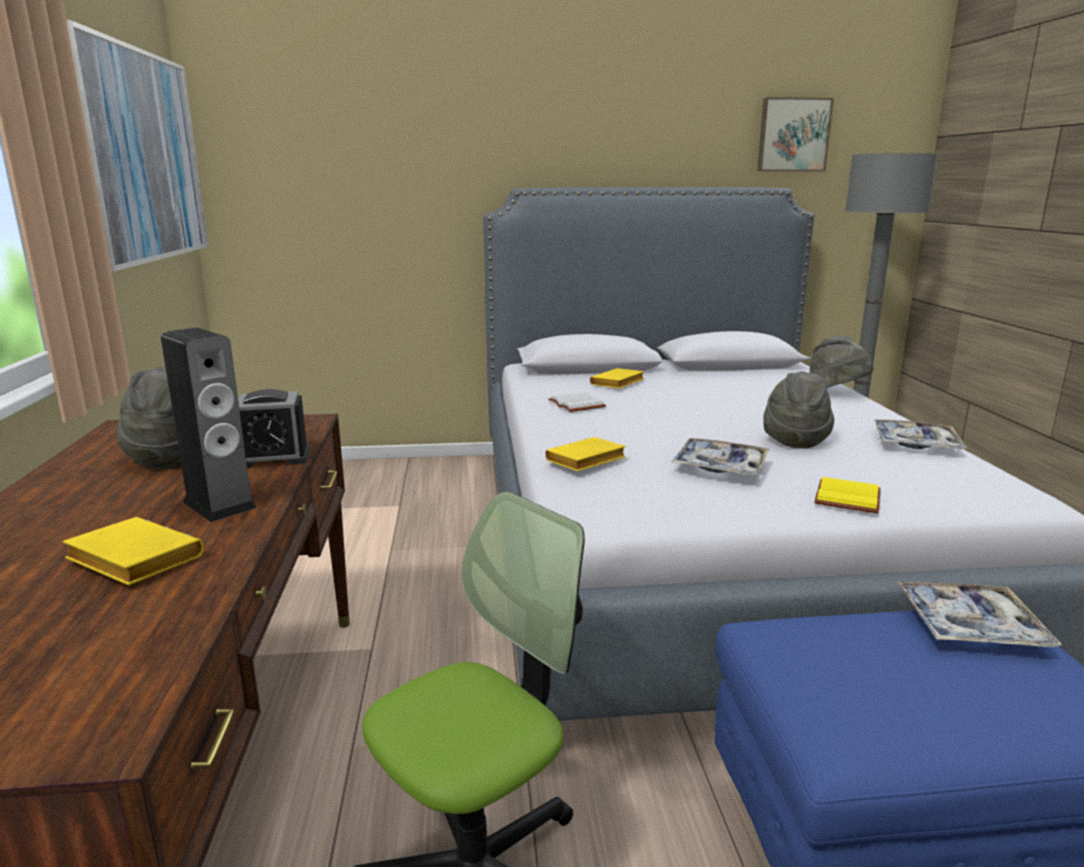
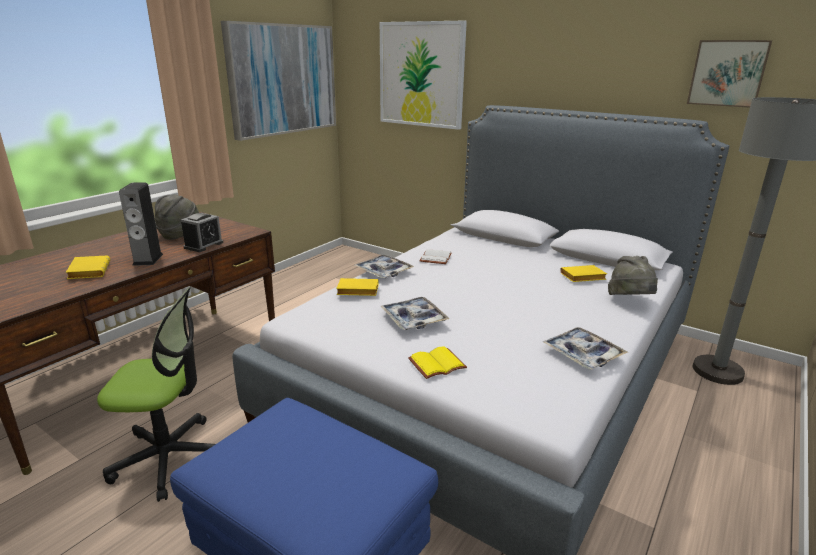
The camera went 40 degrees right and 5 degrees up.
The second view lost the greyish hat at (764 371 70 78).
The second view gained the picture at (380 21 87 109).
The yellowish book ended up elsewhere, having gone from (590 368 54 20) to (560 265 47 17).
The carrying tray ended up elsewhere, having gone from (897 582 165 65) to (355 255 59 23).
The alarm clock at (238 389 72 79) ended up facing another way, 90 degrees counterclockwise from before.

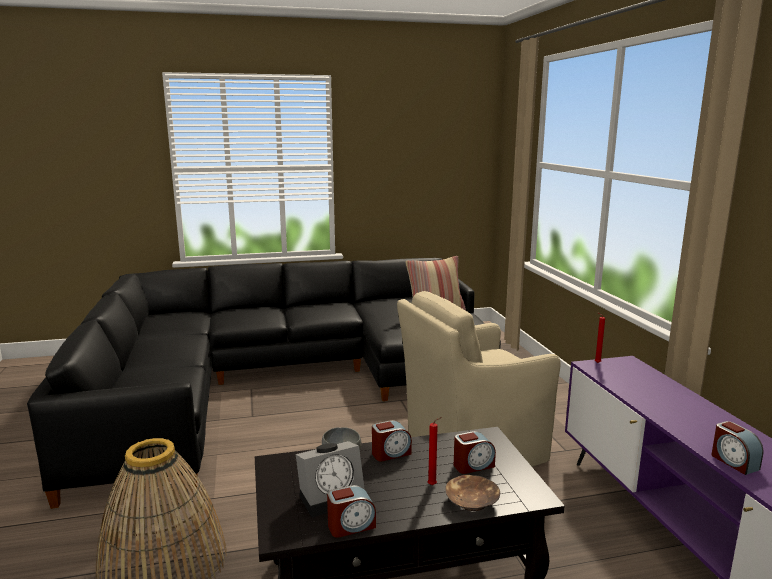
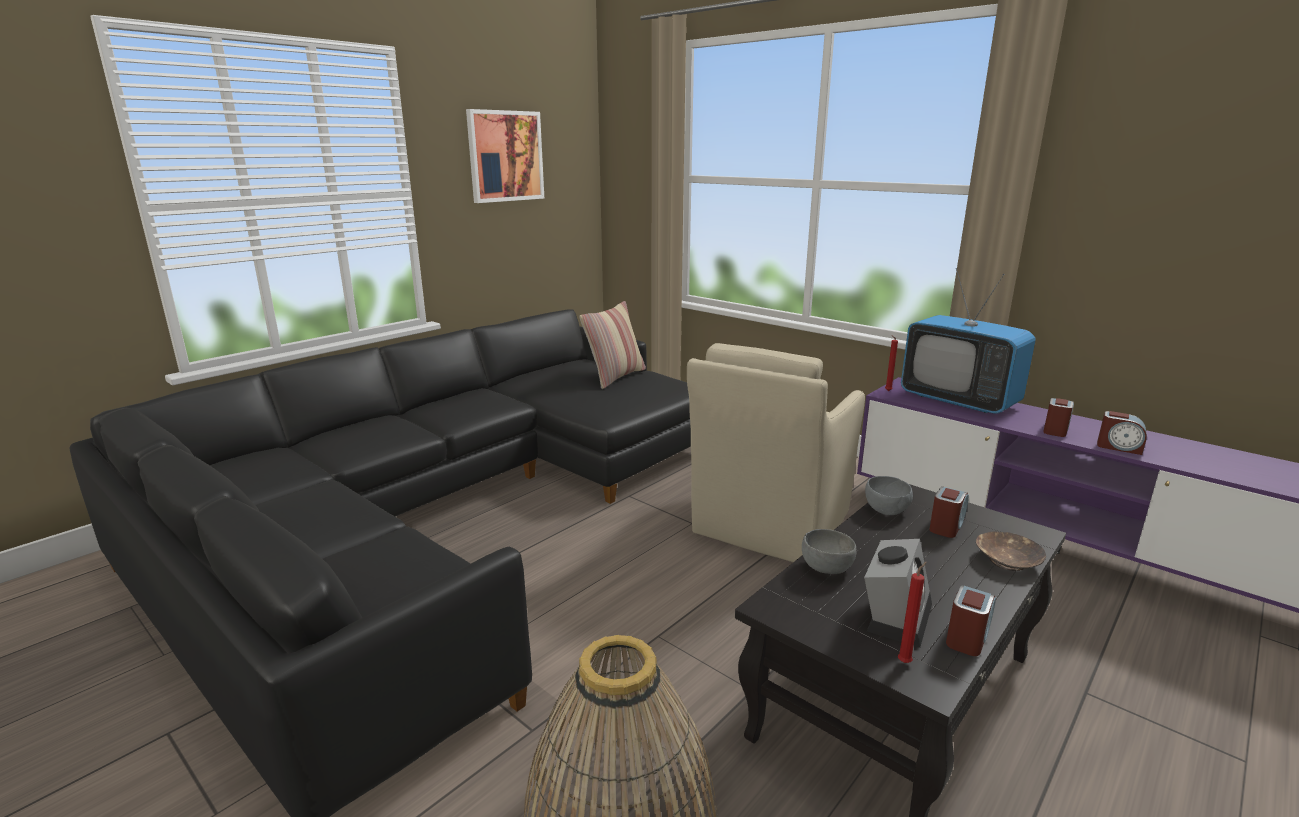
The camera went 35 degrees left and 5 degrees up.
The second view gained the picture at (466 109 78 94).
The second view gained the greyish serving bowl at (865 476 48 39).
The second view gained the TV at (901 268 135 146).
The alarm clock ended up elsewhere, having gone from (372 420 40 41) to (1043 398 31 39).
The reddish wax candle ended up elsewhere, having gone from (428 417 14 68) to (898 562 29 101).

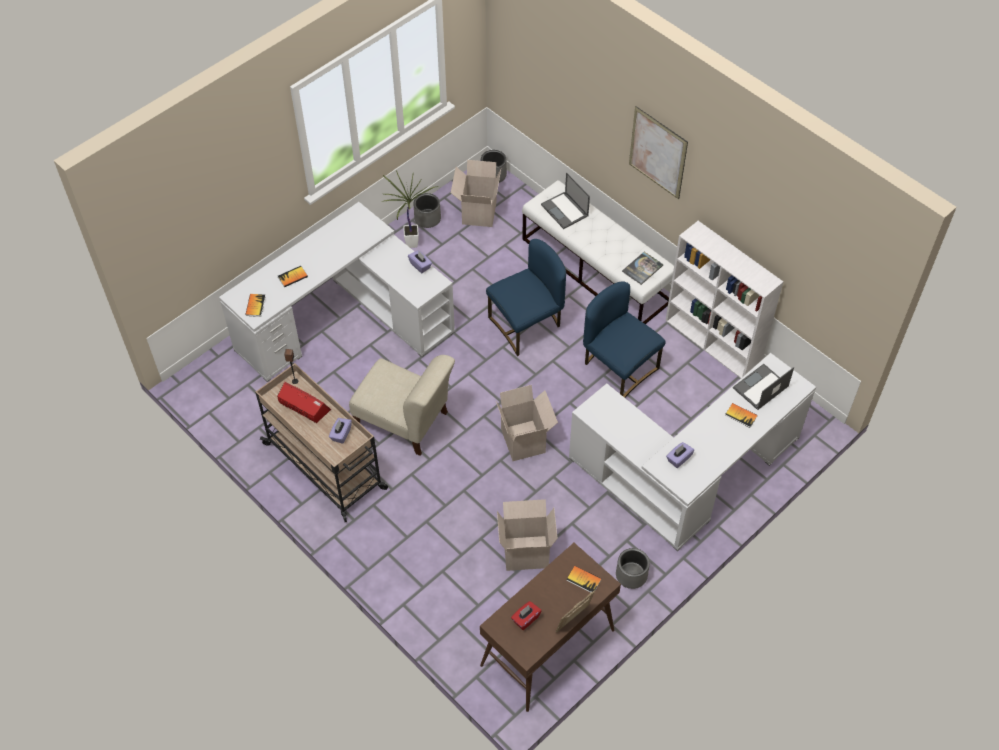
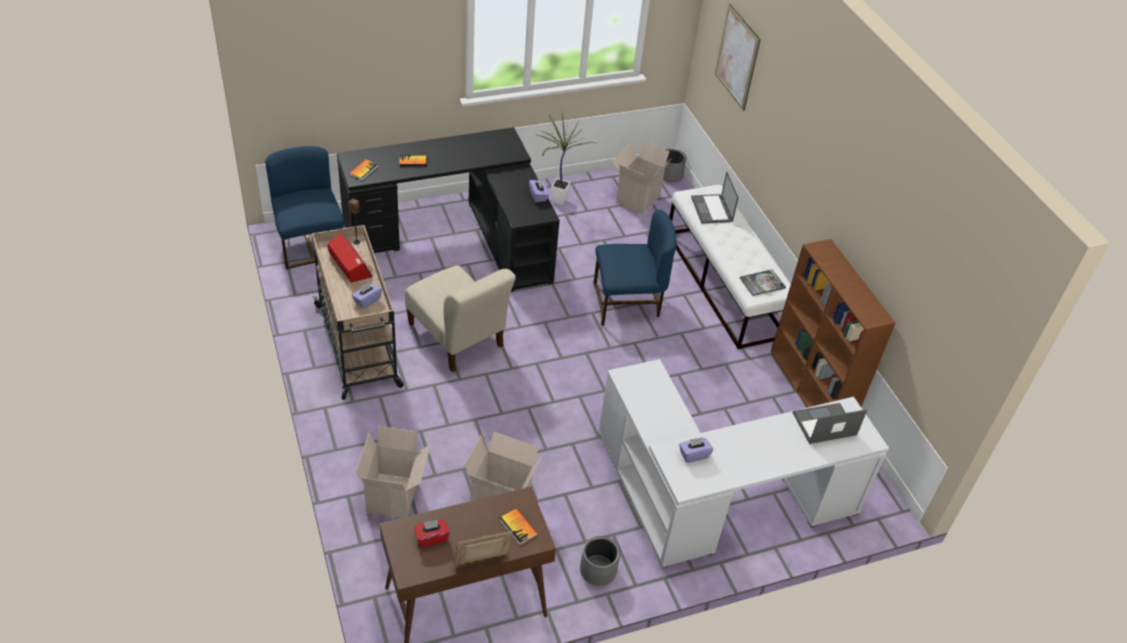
The camera went 20 degrees right and 10 degrees down.
The second view lost the greyish planter at (413 193 28 35).
The second view lost the book at (725 403 33 25).
The packing box ended up elsewhere, having gone from (496 385 62 76) to (356 426 75 92).
The blue-coloured chair ended up elsewhere, having gone from (583 282 82 116) to (265 146 79 123).
The picture ended up elsewhere, having gone from (629 106 59 93) to (715 4 45 107).
What was the whitish desk at (219 202 236 180) turned into the black desk at (337 127 223 165).
What was the whitish bookshelf at (665 221 118 157) turned into the brown bookshelf at (771 239 124 169).

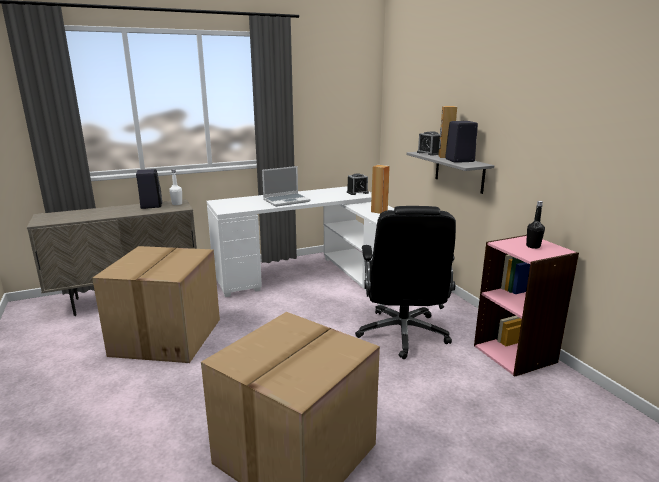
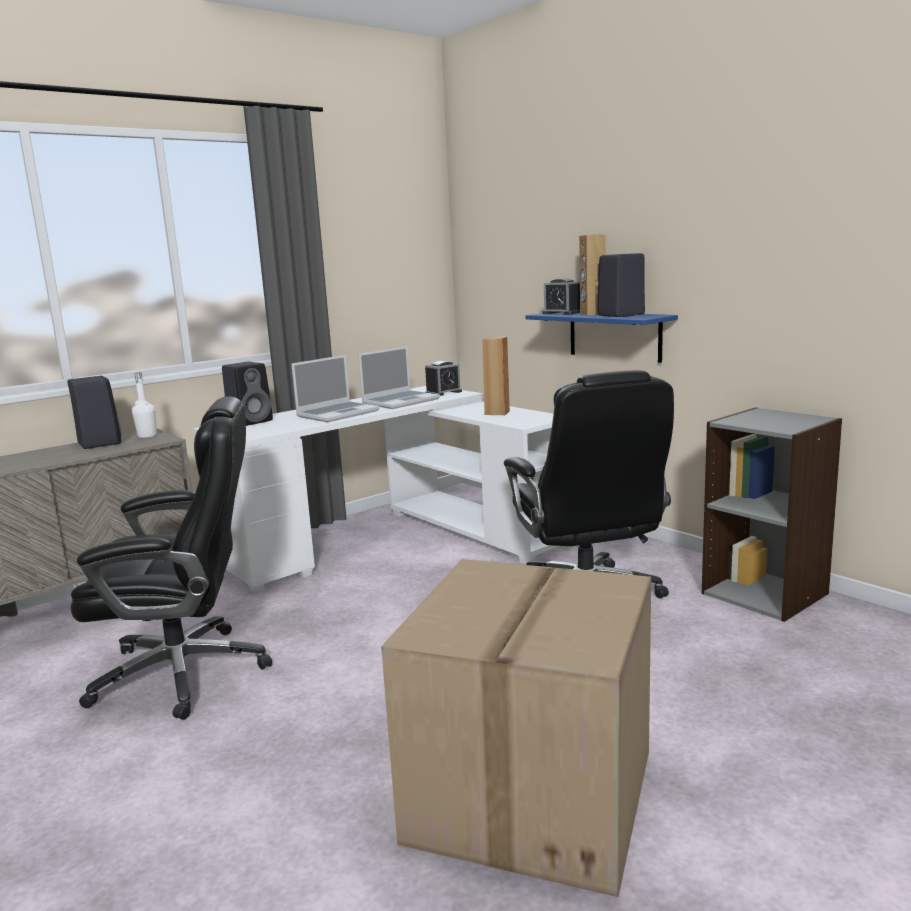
The camera went 15 degrees left and 5 degrees down.
The second view lost the black bottle at (526 201 19 48).
The second view gained the black speaker at (222 362 51 64).
The second view gained the portable computer at (358 346 82 63).
Where the packing box stood at (92 246 128 117), the black desk chair came to stand at (71 396 201 324).
What was the greyish shelf at (406 152 88 42) turned into the blue-coloured shelf at (526 311 152 52).
What was the pink-coloured bookshelf at (474 235 105 142) turned into the greyish bookshelf at (702 407 140 215).

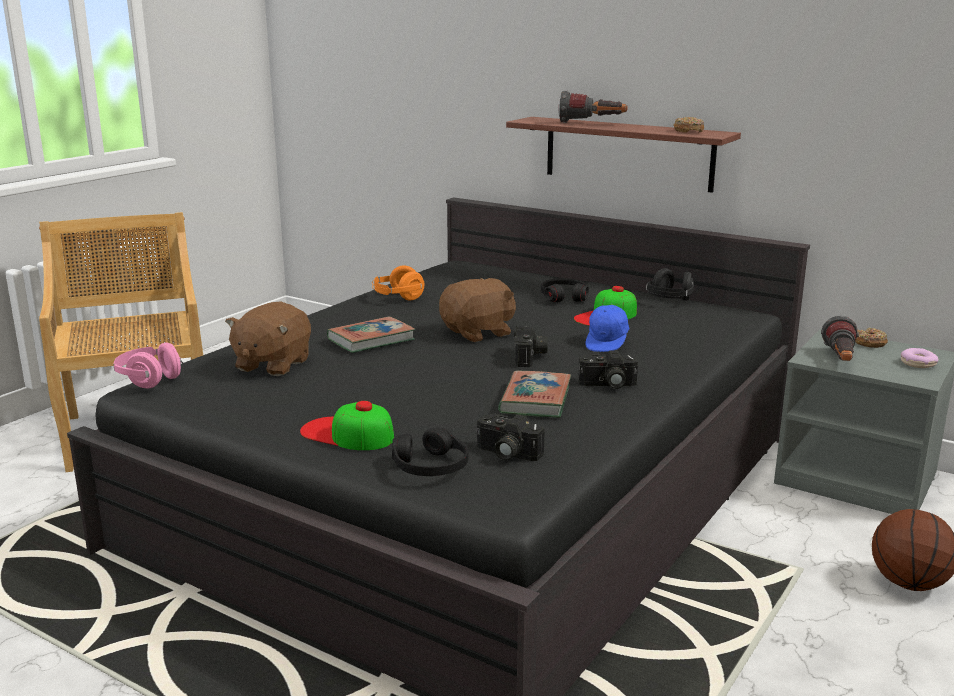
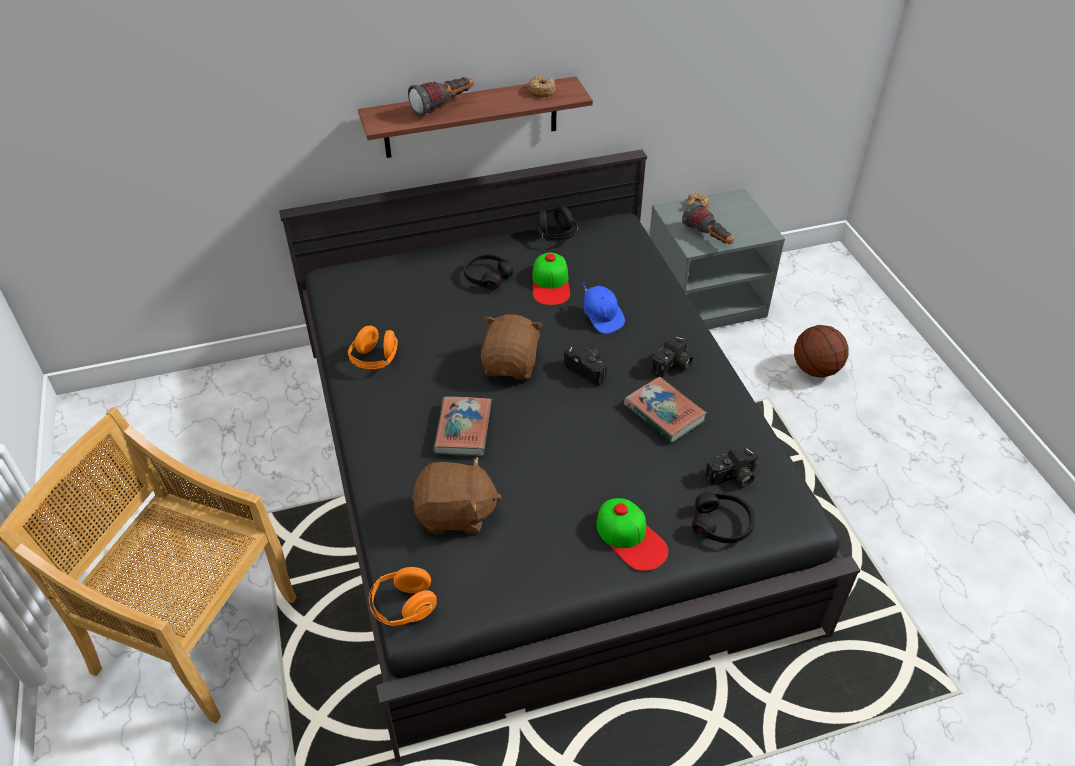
The camera went 50 degrees left and 25 degrees up.
The second view lost the ring doughnut at (901 348 38 20).
What was the pink-coloured pair of headphones at (114 342 69 46) turned into the orangey pair of headphones at (369 567 68 59).
The brown plush toy at (225 301 86 75) ended up facing another way, 60 degrees counterclockwise from before.
The cap at (300 401 94 49) ended up facing another way, 105 degrees counterclockwise from before.

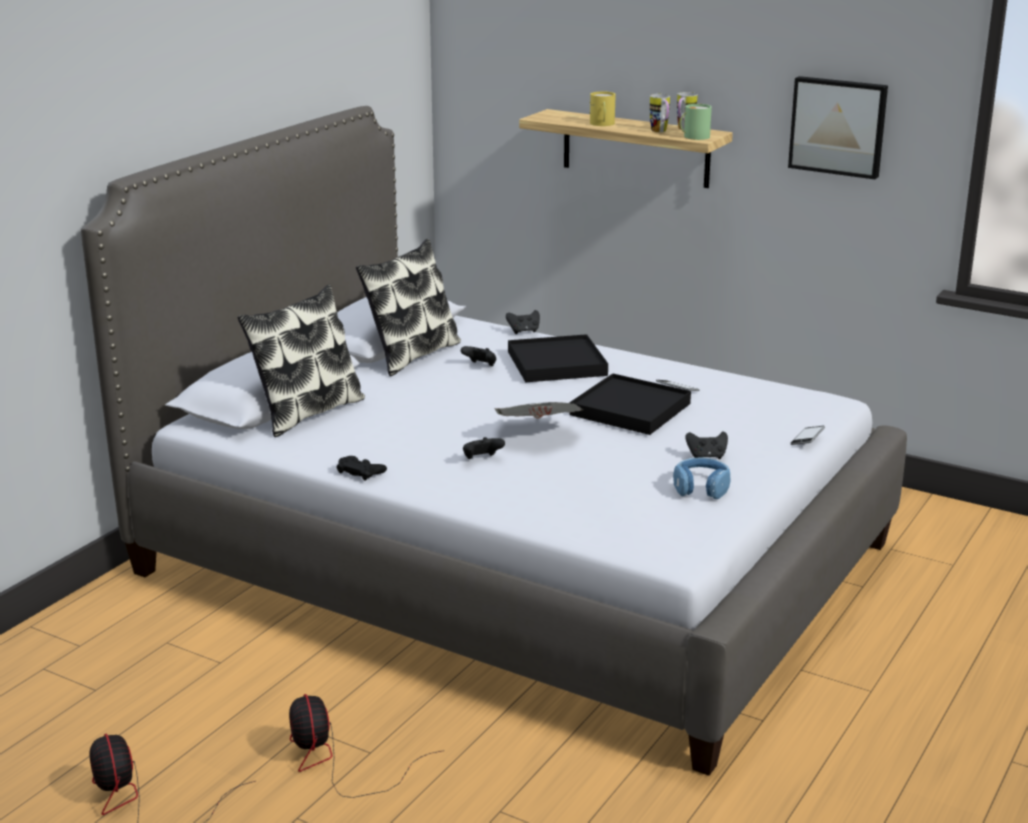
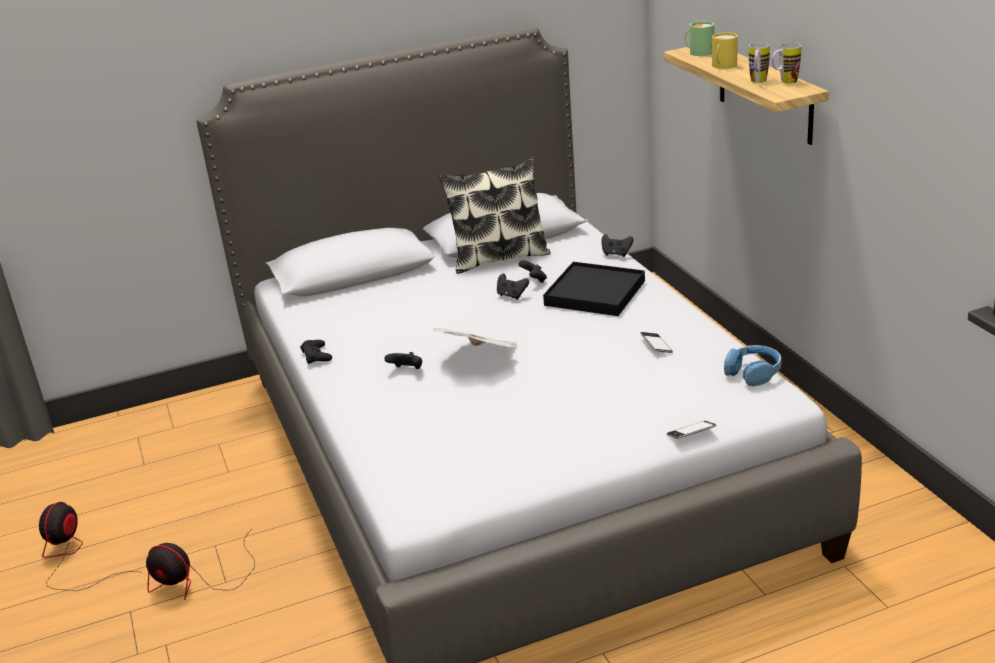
The camera went 40 degrees right and 5 degrees up.
The second view lost the cushion at (237 285 128 152).
The second view lost the black carrying tray at (569 374 122 61).
The second view lost the picture at (788 76 100 103).
The blue-coloured pair of headphones ended up elsewhere, having gone from (673 458 57 41) to (724 345 58 41).
The greenish coffee mug ended up elsewhere, having gone from (680 104 32 36) to (684 21 30 35).
The black gamepad ended up elsewhere, having gone from (685 431 43 28) to (497 274 32 26).
The cooling fan at (289 694 155 104) ended up facing another way, 90 degrees counterclockwise from before.

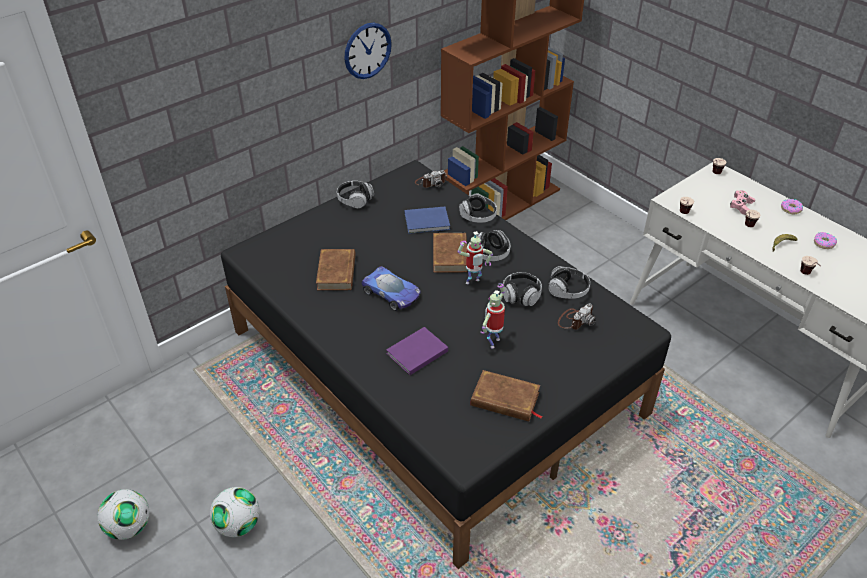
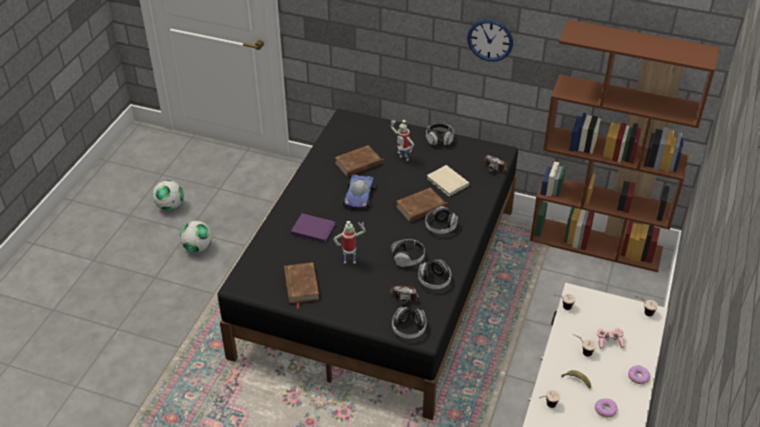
The camera went 60 degrees right and 0 degrees up.
The model robot ended up elsewhere, having gone from (457 231 36 53) to (390 120 24 41).
The pair of headphones ended up elsewhere, having gone from (459 194 38 29) to (392 307 35 32).
What was the blue-coloured book at (404 207 46 27) turned into the beige-coloured book at (427 165 42 32).

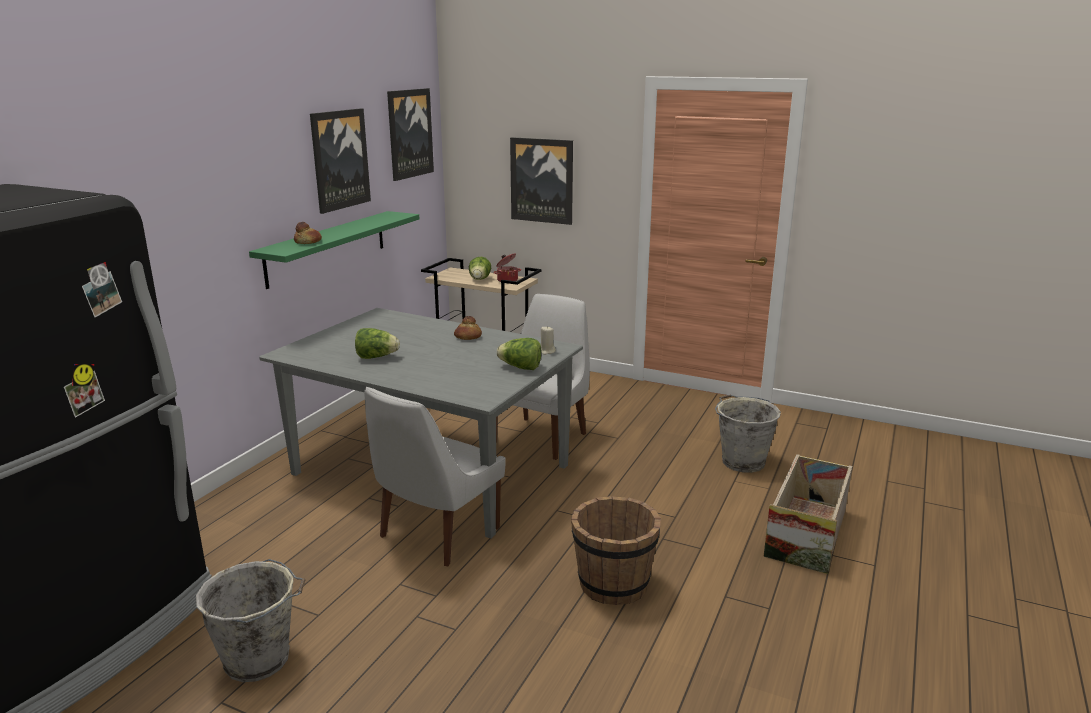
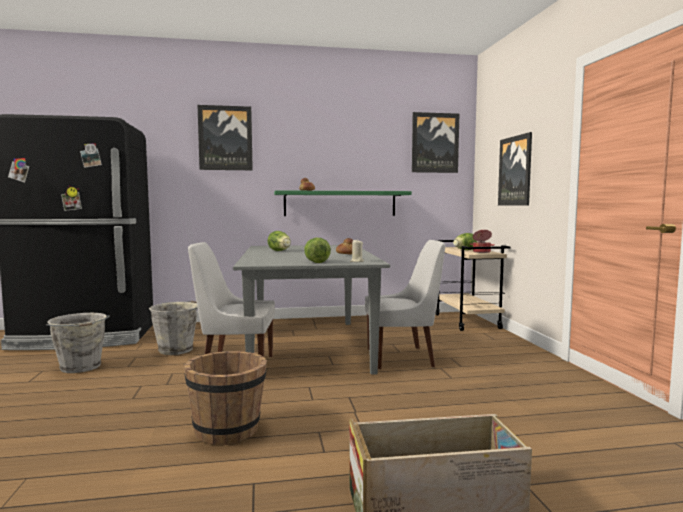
The camera went 55 degrees right and 15 degrees down.
The picture ended up elsewhere, having gone from (310 108 61 106) to (197 105 56 65).
The greyish bucket ended up elsewhere, having gone from (715 394 66 79) to (149 301 49 54).

